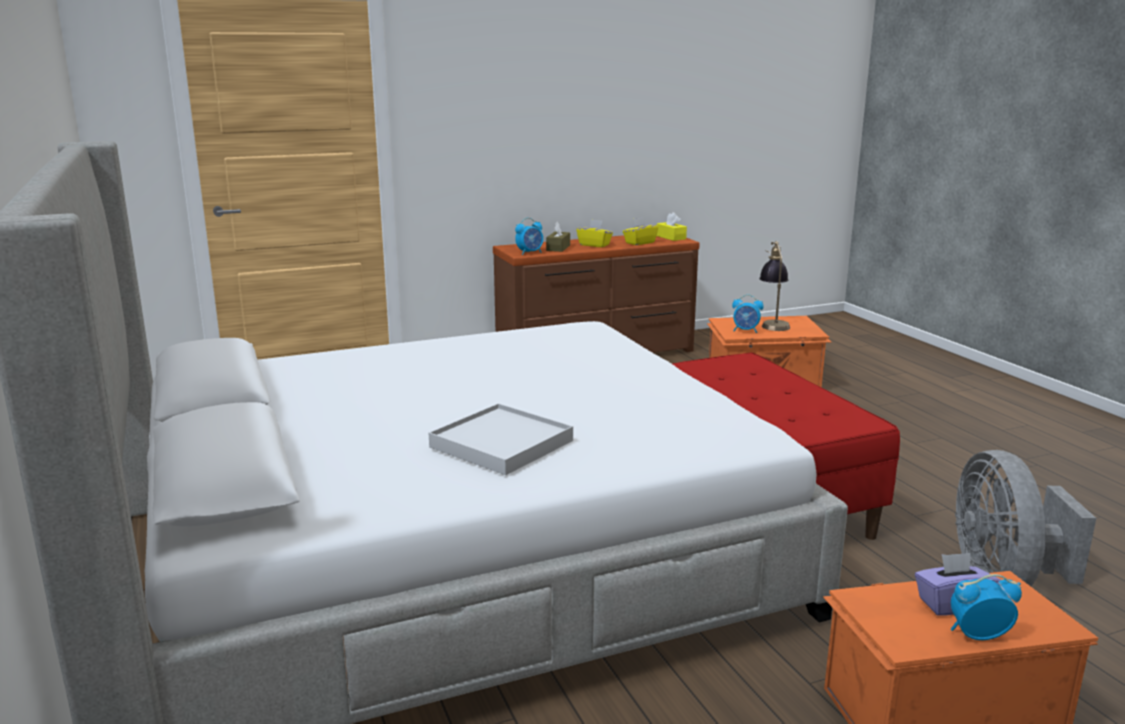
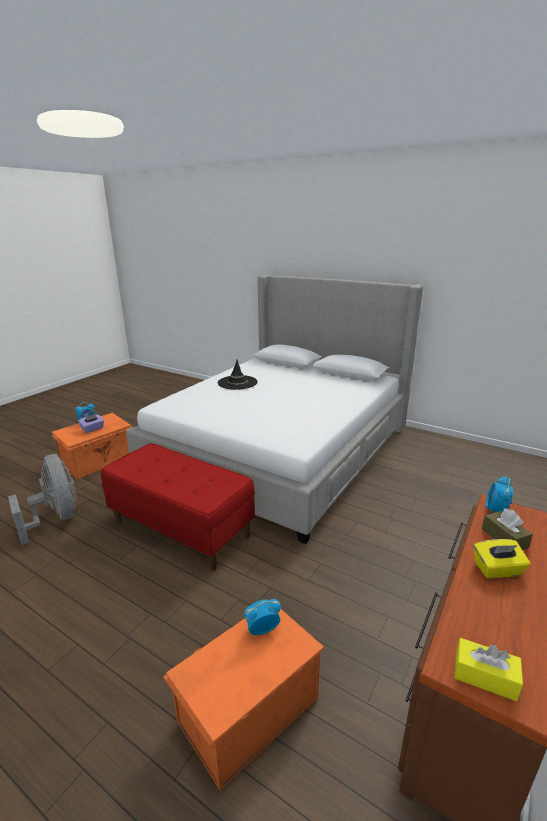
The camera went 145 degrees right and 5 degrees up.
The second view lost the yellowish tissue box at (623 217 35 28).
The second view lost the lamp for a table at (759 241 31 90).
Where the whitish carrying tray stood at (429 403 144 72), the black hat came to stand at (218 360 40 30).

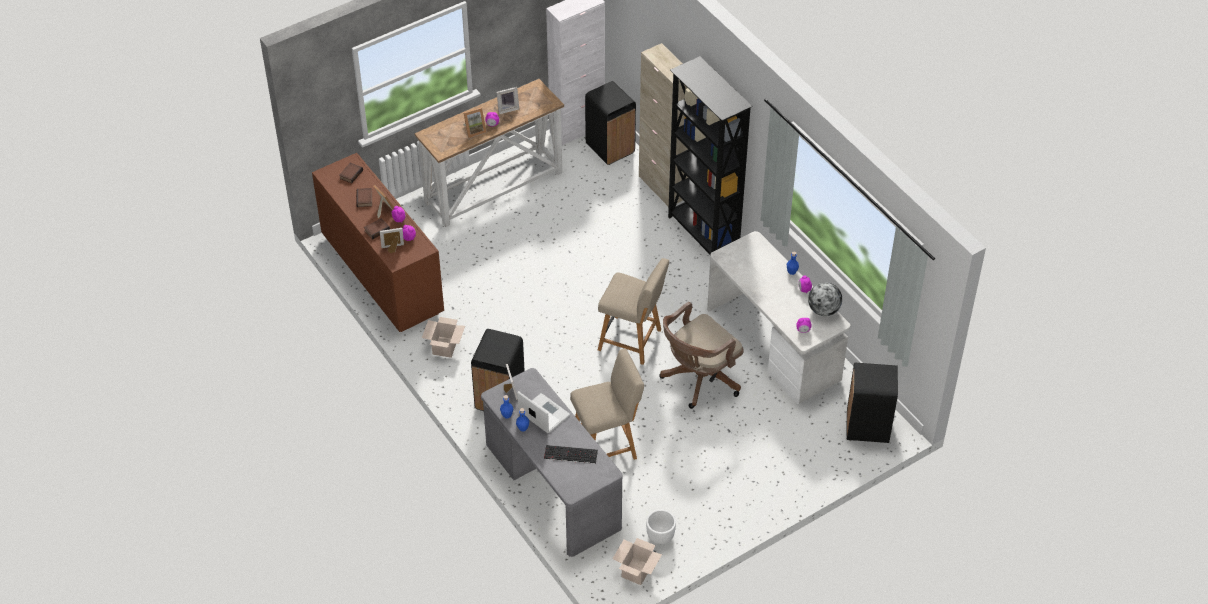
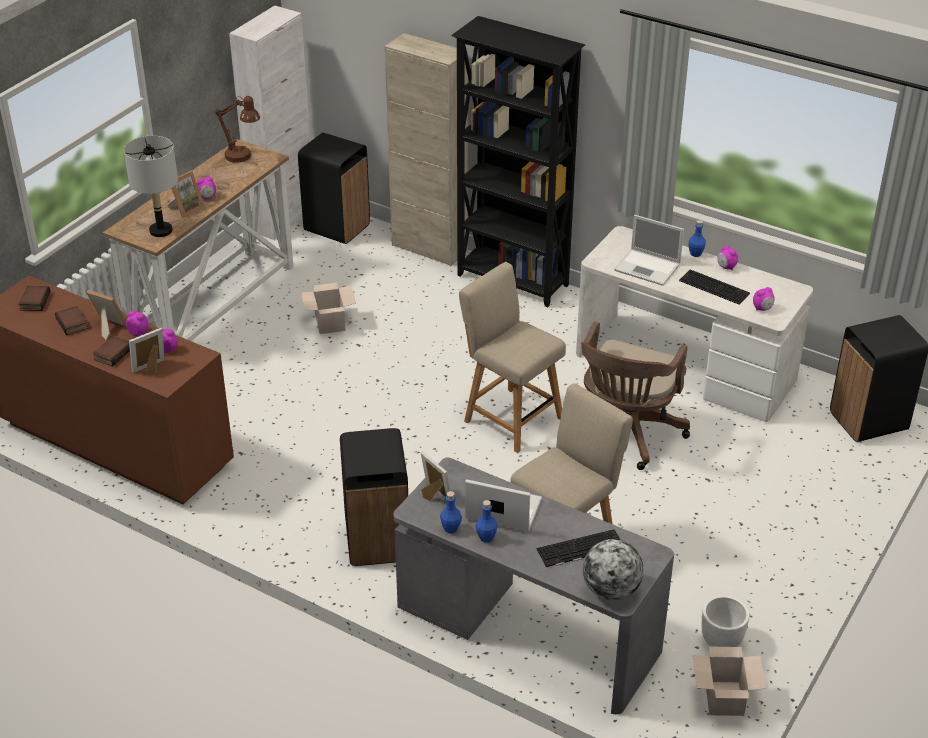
The camera went 25 degrees left and 10 degrees down.
The second view lost the picture frame at (497 87 22 27).
The second view gained the greyish lamp for a table at (124 136 54 101).
The second view gained the brown lamp for a table at (215 96 45 67).
The second view gained the portable computer at (614 215 70 71).
The second view gained the PC keyboard at (679 269 71 36).
The packing box ended up elsewhere, having gone from (422 317 43 41) to (301 283 55 51).
The globe ended up elsewhere, having gone from (808 282 34 34) to (583 539 61 61).
The beige-coloured chair at (598 258 71 107) ended up facing another way, 135 degrees counterclockwise from before.

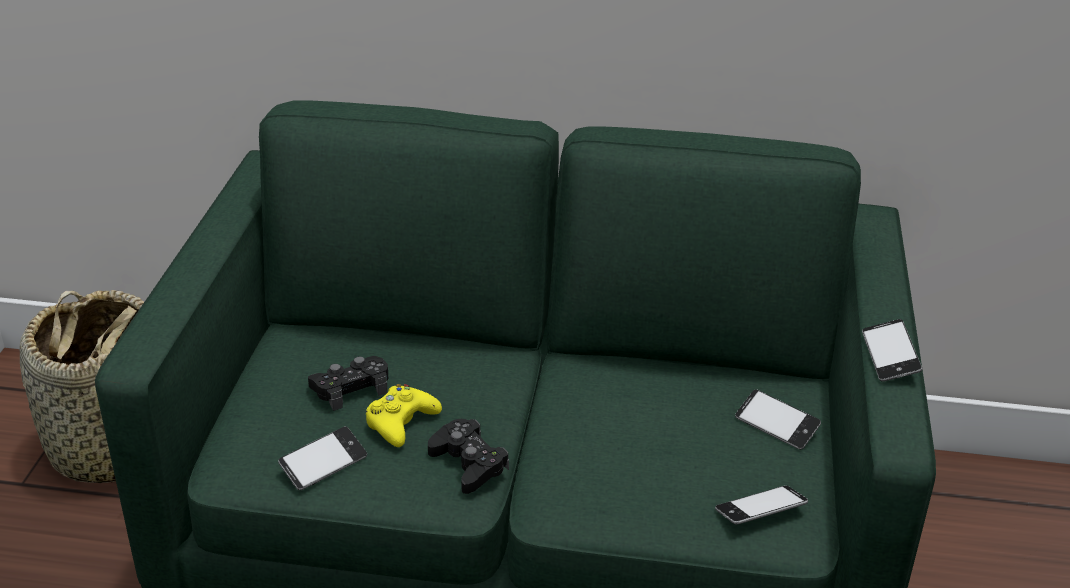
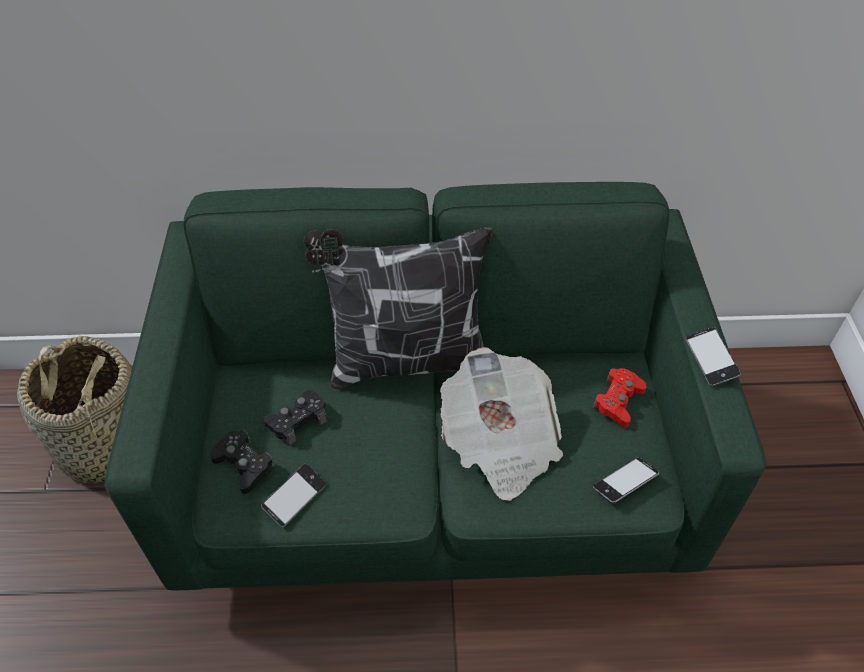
The camera went 10 degrees left and 15 degrees up.
The second view lost the yellowish gamepad at (366 384 76 63).
The second view gained the cushion at (304 227 188 162).
The second view gained the daily paper at (440 347 123 154).
The black gamepad ended up elsewhere, having gone from (428 419 81 75) to (210 430 65 64).
Where the telephone stood at (735 389 86 61), the reddish gamepad came to stand at (593 368 53 59).

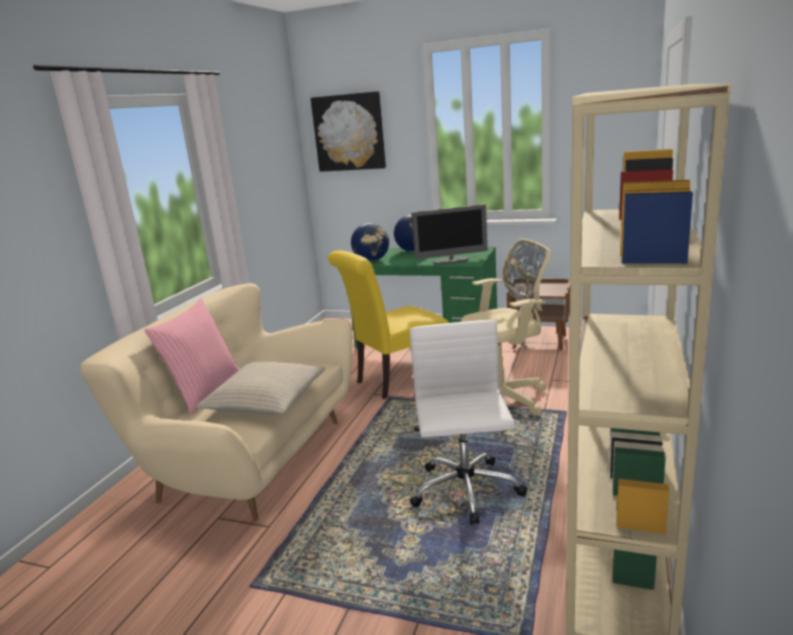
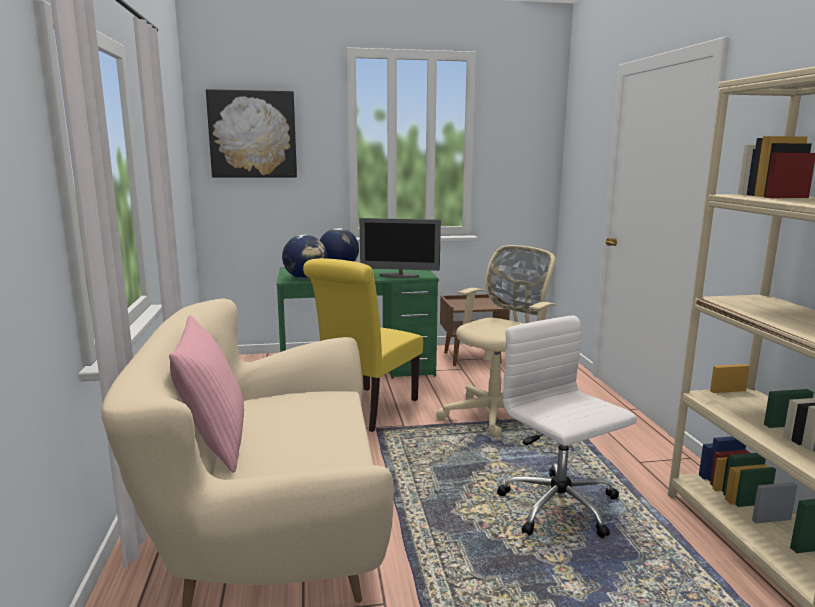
The camera went 30 degrees left and 5 degrees down.
The second view lost the beige-coloured cushion at (196 362 130 52).
The monitor at (411 204 77 60) ended up facing another way, 45 degrees clockwise from before.

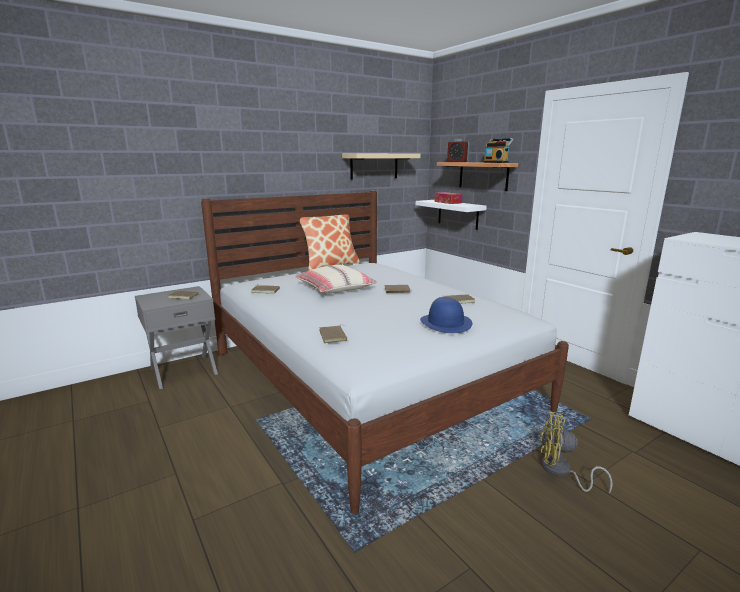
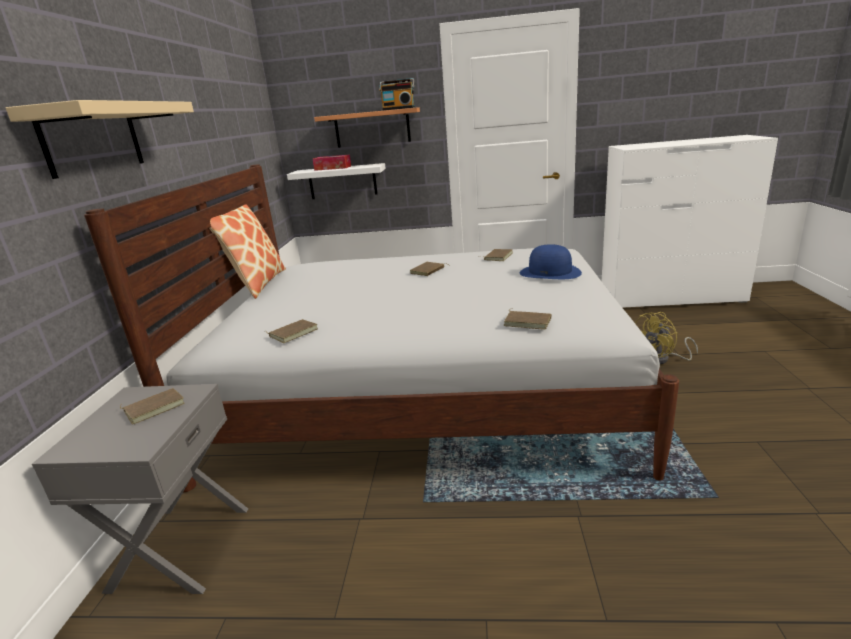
The camera went 50 degrees left and 5 degrees up.
The second view lost the beige-coloured cushion at (295 265 82 30).
The second view lost the alarm clock at (447 139 23 23).
The beige-coloured shelf ended up elsewhere, having gone from (342 153 78 27) to (6 100 188 79).

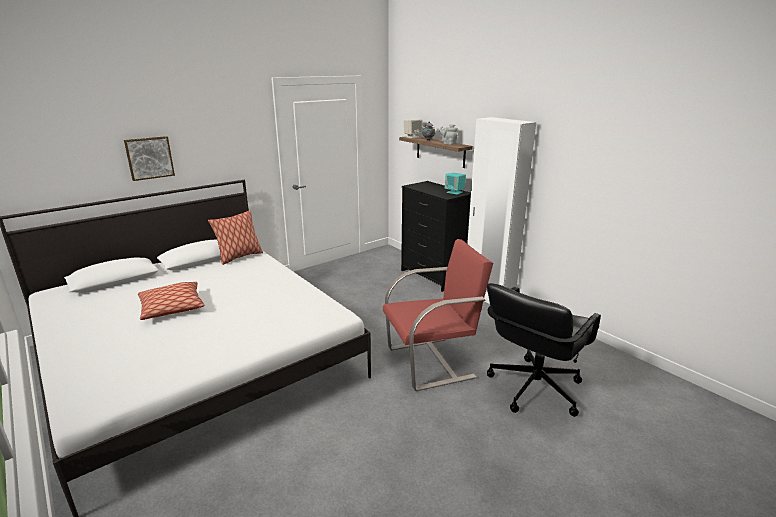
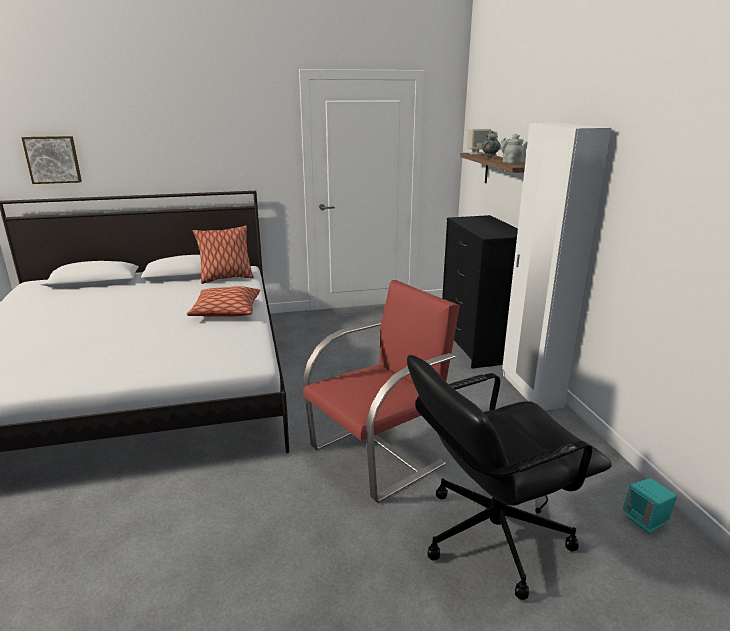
The camera went 25 degrees right and 0 degrees up.
The picture ended up elsewhere, having gone from (124 136 51 45) to (21 136 61 48).
The cushion ended up elsewhere, having gone from (138 282 66 38) to (187 286 73 30).
The turquoise-coloured speaker ended up elsewhere, having gone from (445 173 21 22) to (623 478 54 56).
The reddish lounge chair at (383 239 110 152) ended up facing another way, 45 degrees counterclockwise from before.

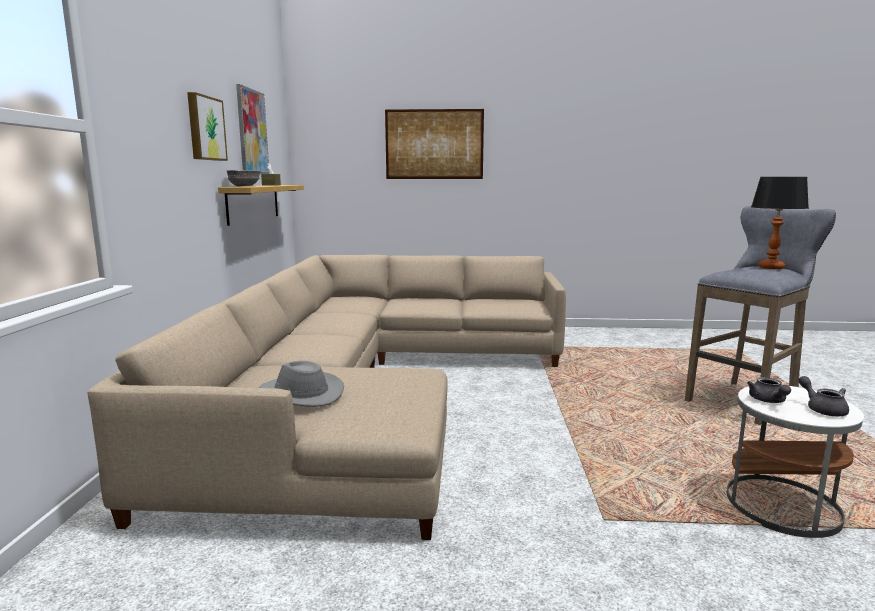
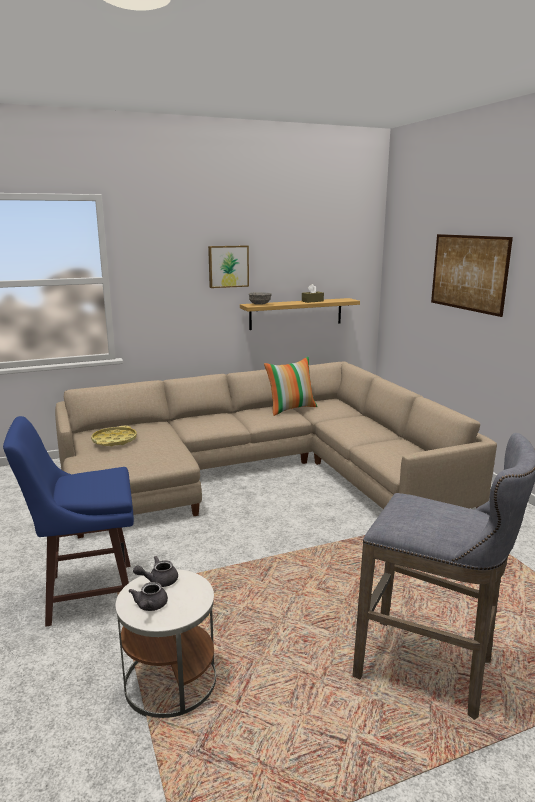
The camera went 65 degrees right and 5 degrees up.
The second view lost the picture at (236 84 33 90).
The second view lost the lamp for a table at (751 177 58 92).
The second view gained the blue-coloured stool at (3 416 131 211).
The second view gained the cushion at (264 357 53 59).
Where the greyish hat stood at (259 361 85 46), the yellowish carrying tray came to stand at (91 426 46 20).
The greyish teapot at (798 376 51 40) ended up facing another way, 135 degrees clockwise from before.

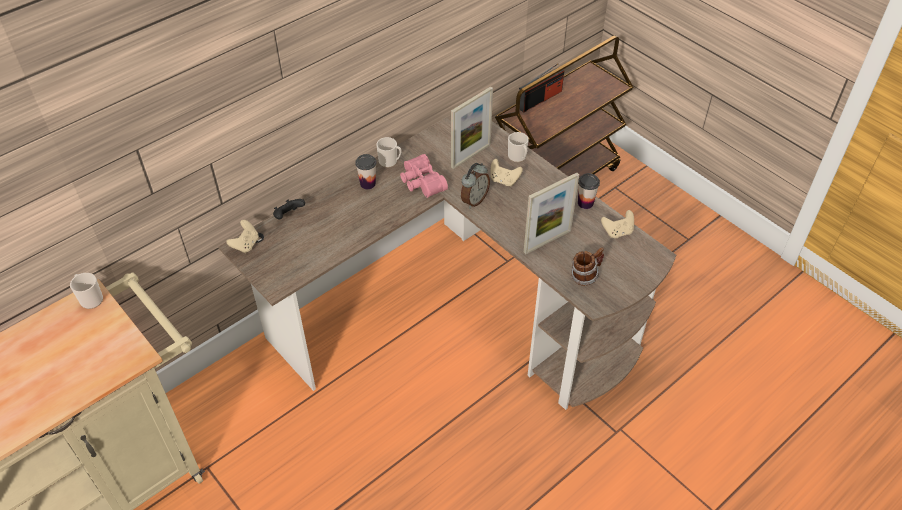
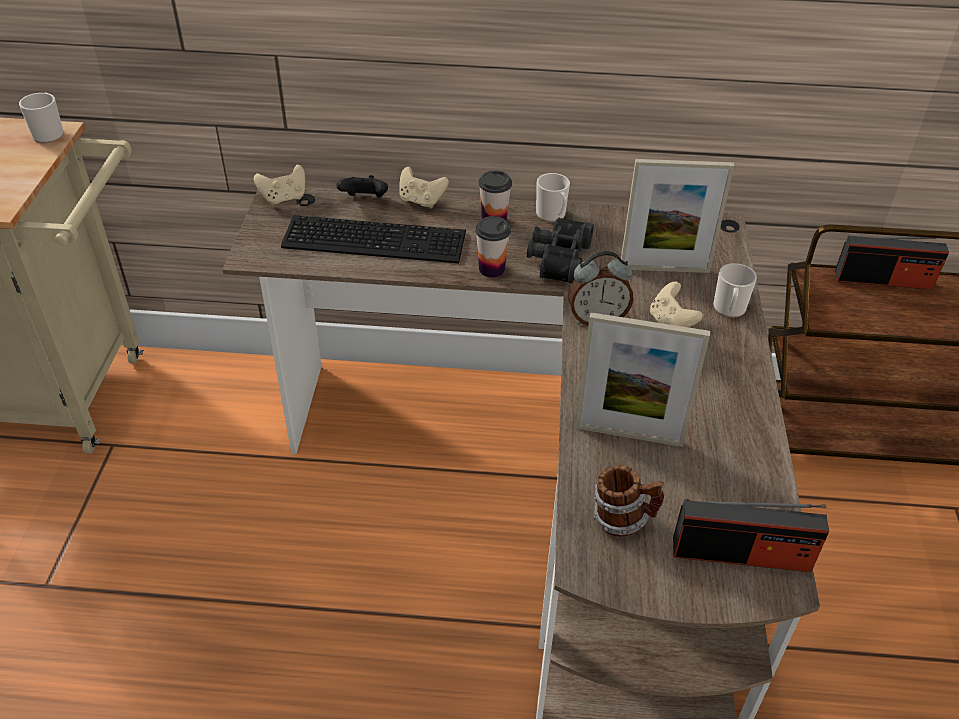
The camera went 45 degrees right and 5 degrees down.
The second view gained the PC keyboard at (281 215 185 48).
The second view gained the radio receiver at (673 499 156 73).
The cup ended up elsewhere, having gone from (578 173 22 36) to (475 216 36 62).
The beige-coloured gamepad ended up elsewhere, having gone from (601 210 33 28) to (399 167 50 42).
What was the pink-coloured binoculars at (400 154 48 44) turned into the black binoculars at (527 217 67 67).

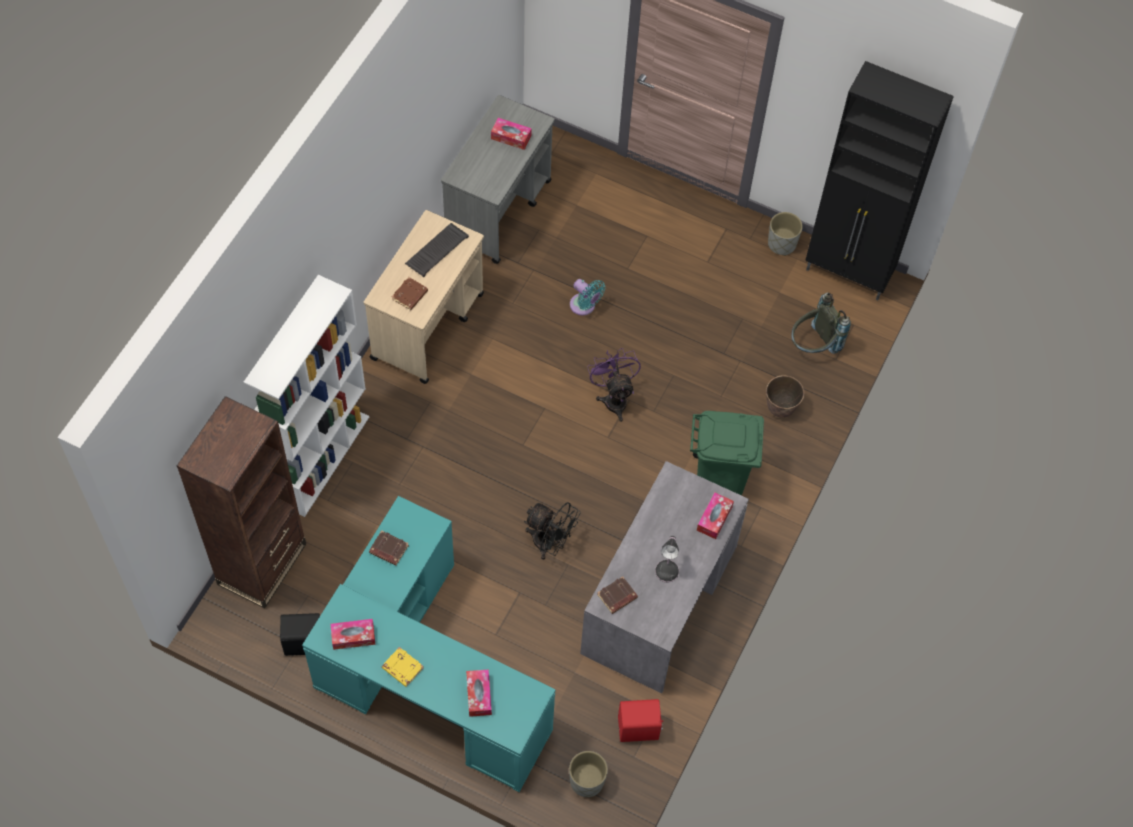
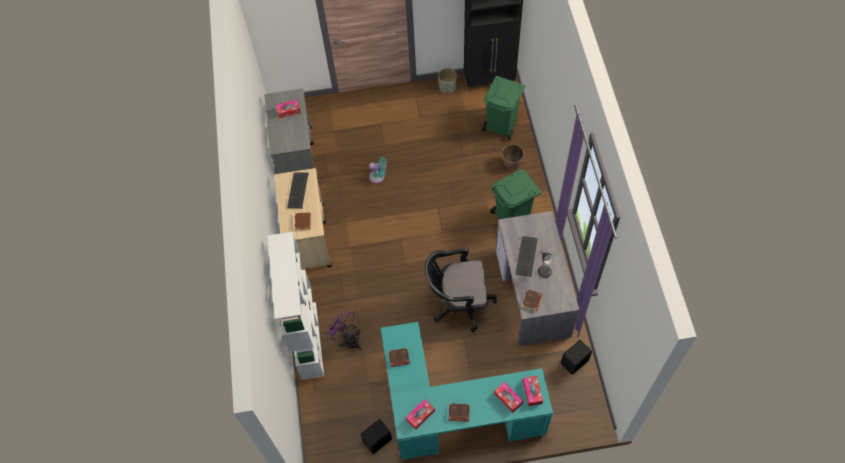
The camera went 30 degrees left and 0 degrees up.
The second view lost the brown bookshelf at (177 396 129 212).
The second view lost the greyish planter at (569 751 39 46).
The second view gained the PC keyboard at (515 236 23 41).
The purple-coloured cooling fan ended up elsewhere, having gone from (587 348 54 74) to (326 308 36 42).
The tissue box ended up elsewhere, having gone from (697 493 37 46) to (523 376 20 30).
Where the black cooling fan stood at (524 502 57 58), the black desk chair came to stand at (425 248 72 84).
Where the greyish backpack stood at (791 292 60 62), the greenish waste bin came to stand at (482 76 43 64).
What was the yellowish book at (382 647 41 40) turned into the brown book at (449 403 21 19).
What was the reddish speaker at (618 699 45 43) turned into the black speaker at (561 340 31 35).

